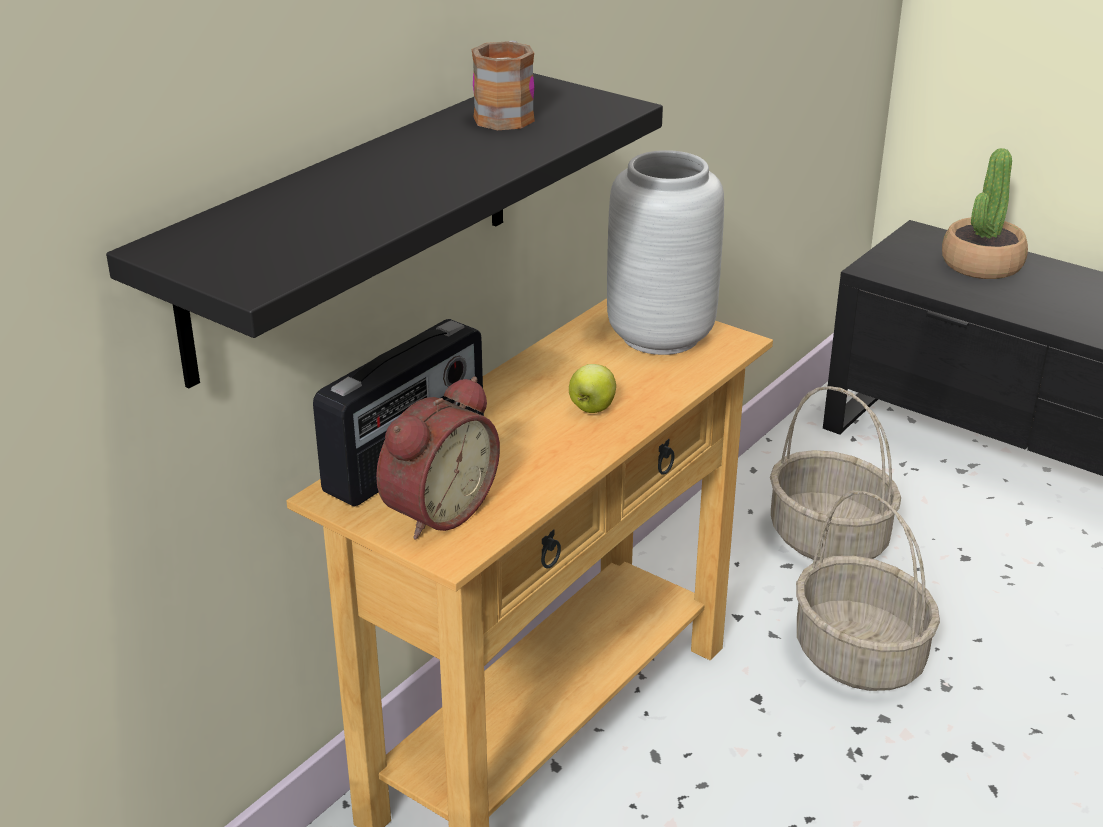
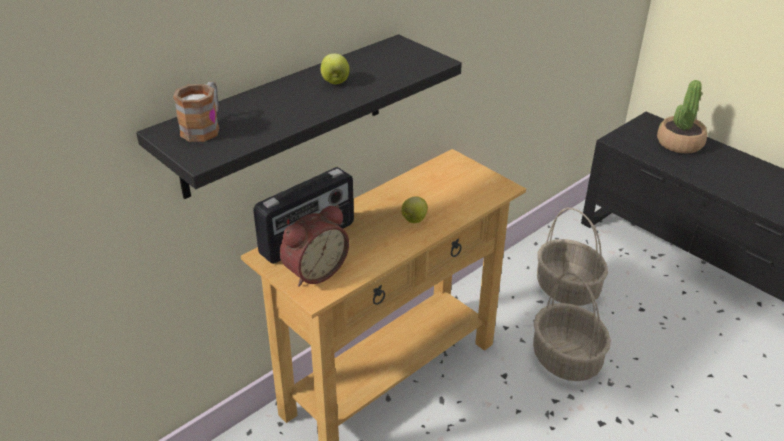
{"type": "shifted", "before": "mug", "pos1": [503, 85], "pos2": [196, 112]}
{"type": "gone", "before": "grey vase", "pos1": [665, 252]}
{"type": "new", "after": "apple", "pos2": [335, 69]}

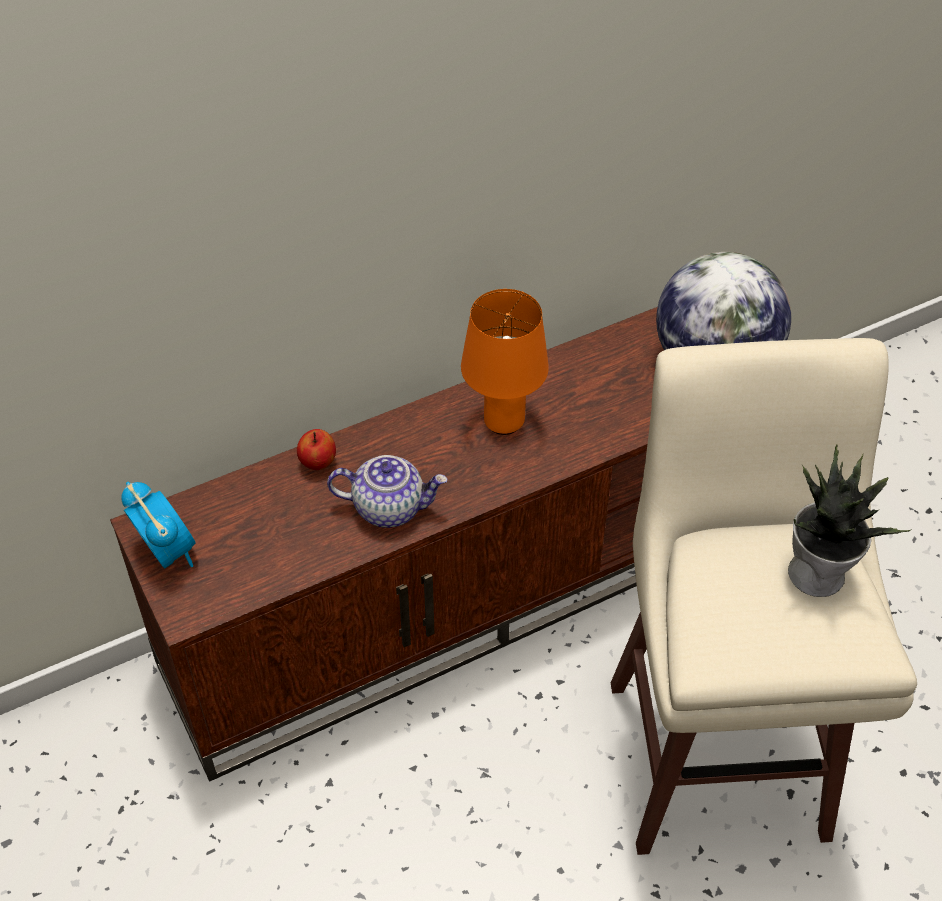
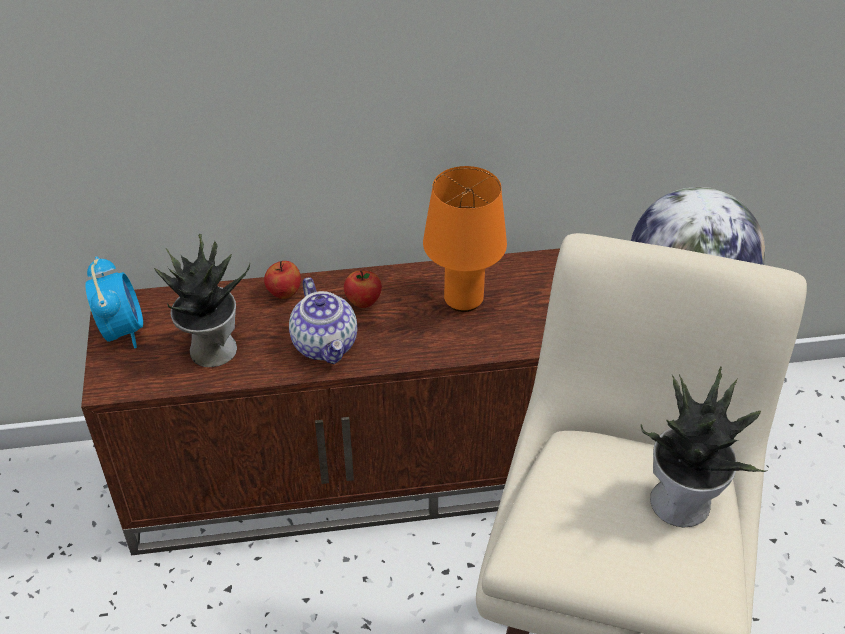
{"type": "rotated", "before": "teapot", "pos1": [387, 491], "pos2": [323, 320], "turn": 45}
{"type": "new", "after": "potted plant", "pos2": [202, 300]}
{"type": "new", "after": "apple", "pos2": [363, 289]}

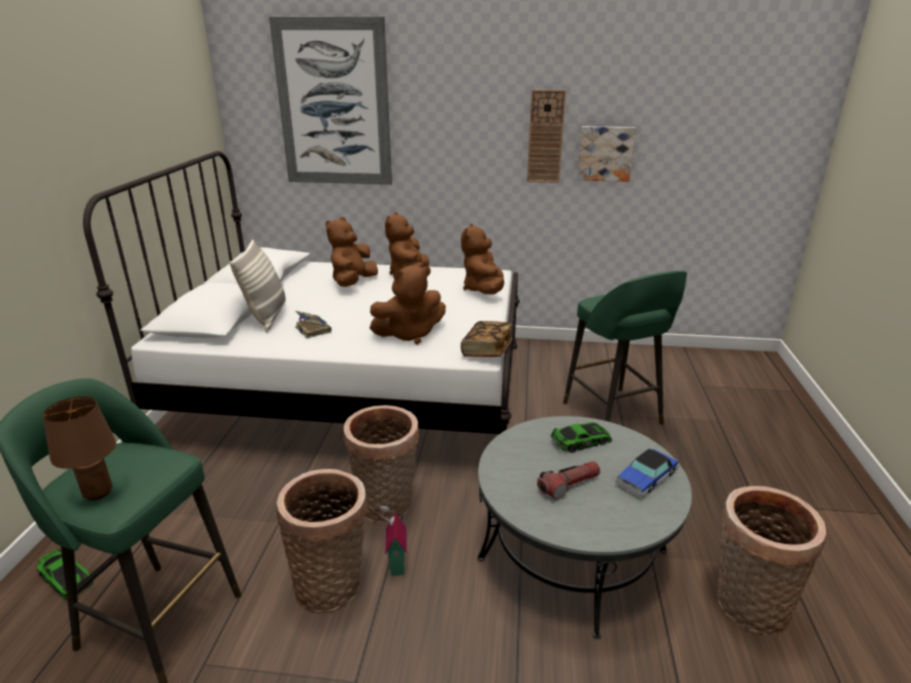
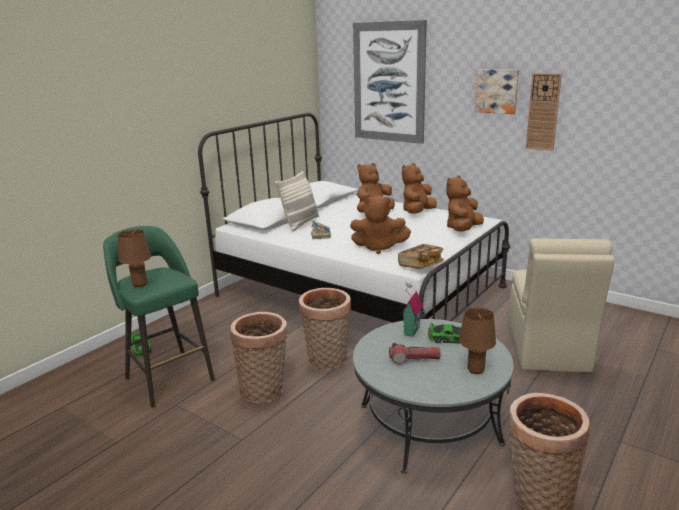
{"type": "shifted", "before": "picture", "pos1": [606, 154], "pos2": [497, 91]}
{"type": "swapped", "before": "green stool", "after": "beige chair", "pos1": [625, 348], "pos2": [561, 305]}
{"type": "swapped", "before": "toy car", "after": "brown table lamp", "pos1": [647, 473], "pos2": [477, 341]}
{"type": "shifted", "before": "toy house", "pos1": [393, 539], "pos2": [412, 309]}

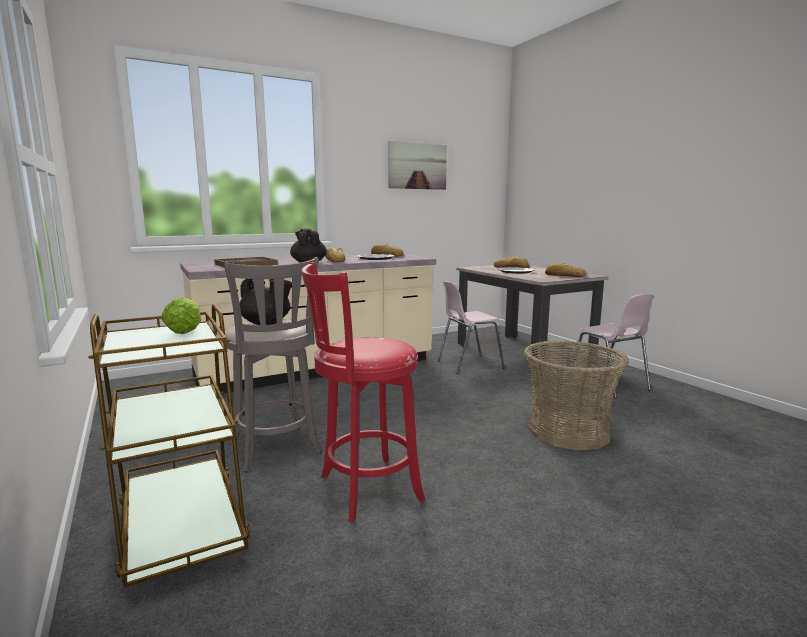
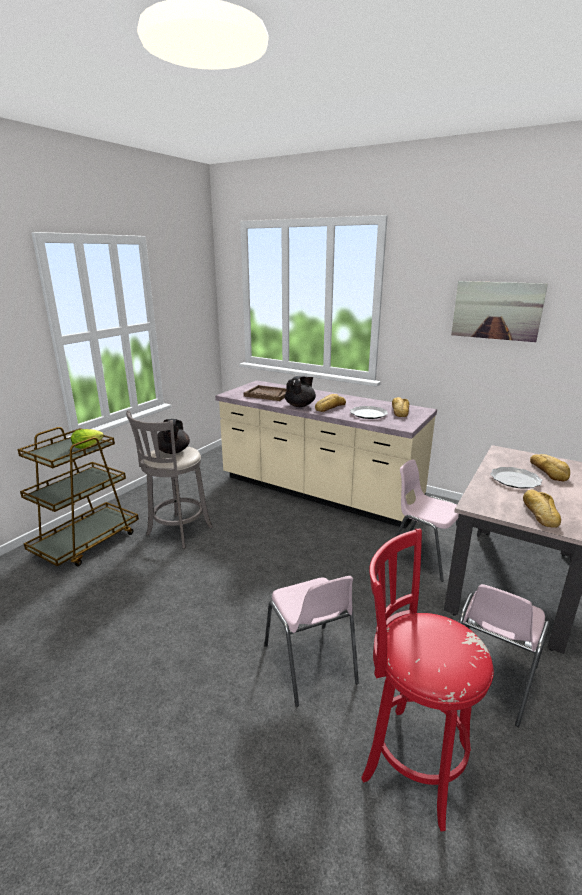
{"type": "shifted", "before": "red stool", "pos1": [363, 392], "pos2": [427, 680]}
{"type": "swapped", "before": "basket", "after": "pink chair", "pos1": [576, 395], "pos2": [311, 641]}

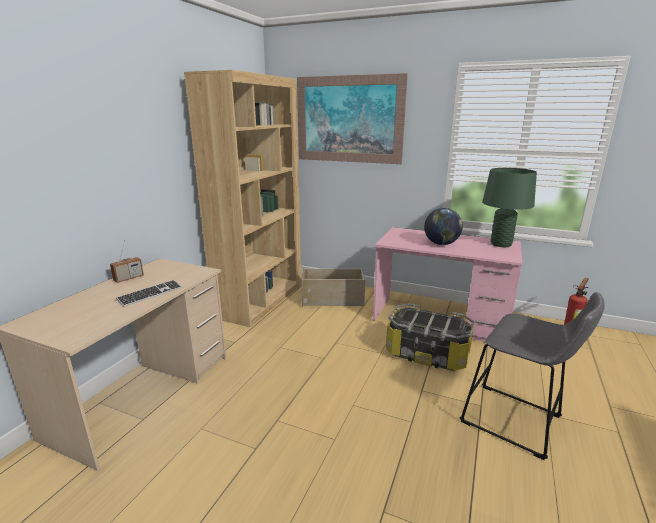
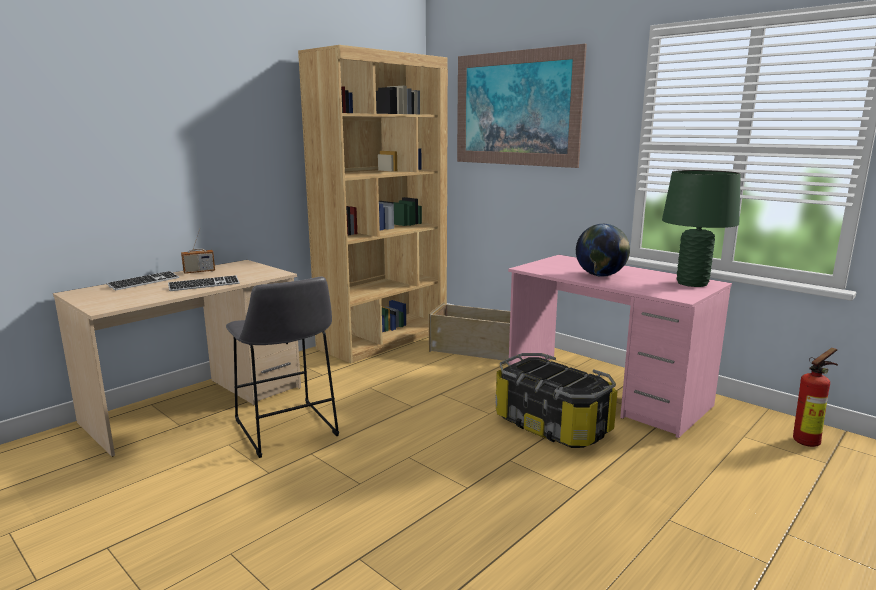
{"type": "shifted", "before": "grey stool", "pos1": [532, 376], "pos2": [282, 367]}
{"type": "new", "after": "keyboard", "pos2": [142, 281]}

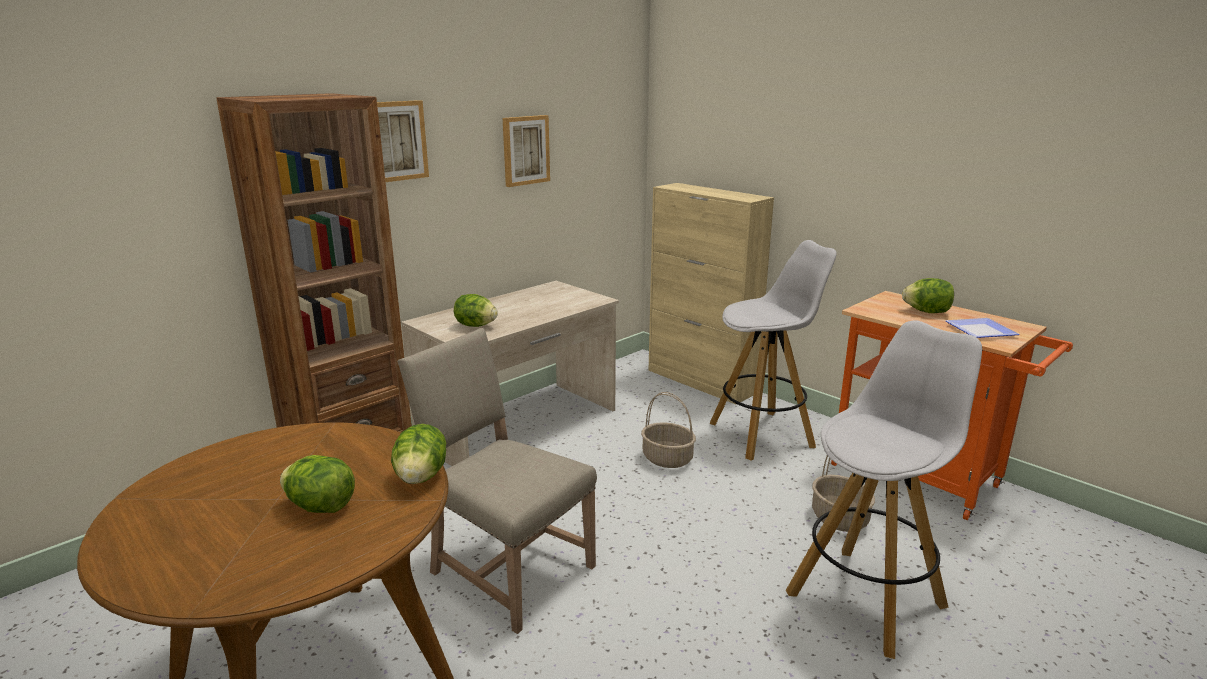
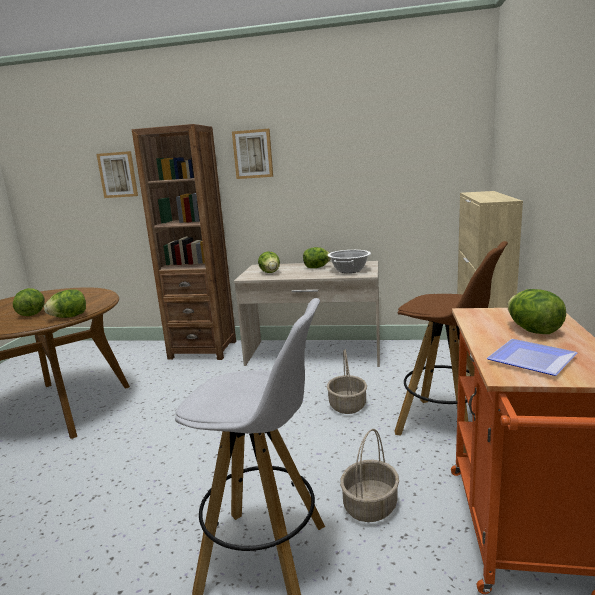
{"type": "shifted", "before": "picture", "pos1": [526, 151], "pos2": [117, 174]}
{"type": "repainted", "before": "white stool", "after": "brown stool", "pos1": [773, 350], "pos2": [451, 347]}
{"type": "gone", "before": "beige chair", "pos1": [497, 481]}
{"type": "new", "after": "lettuce", "pos2": [317, 257]}
{"type": "new", "after": "cooking pot", "pos2": [349, 261]}

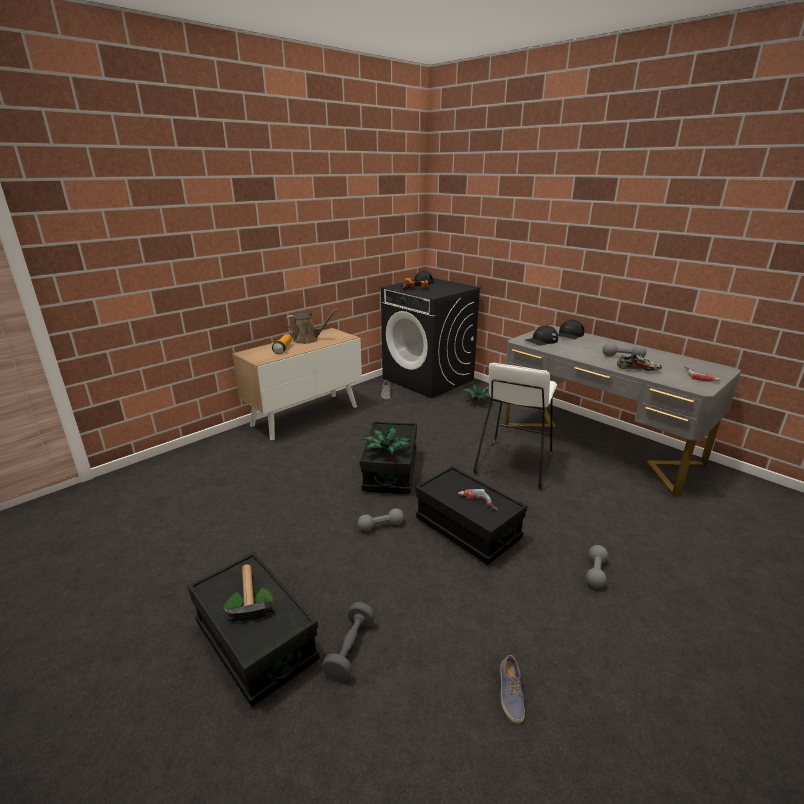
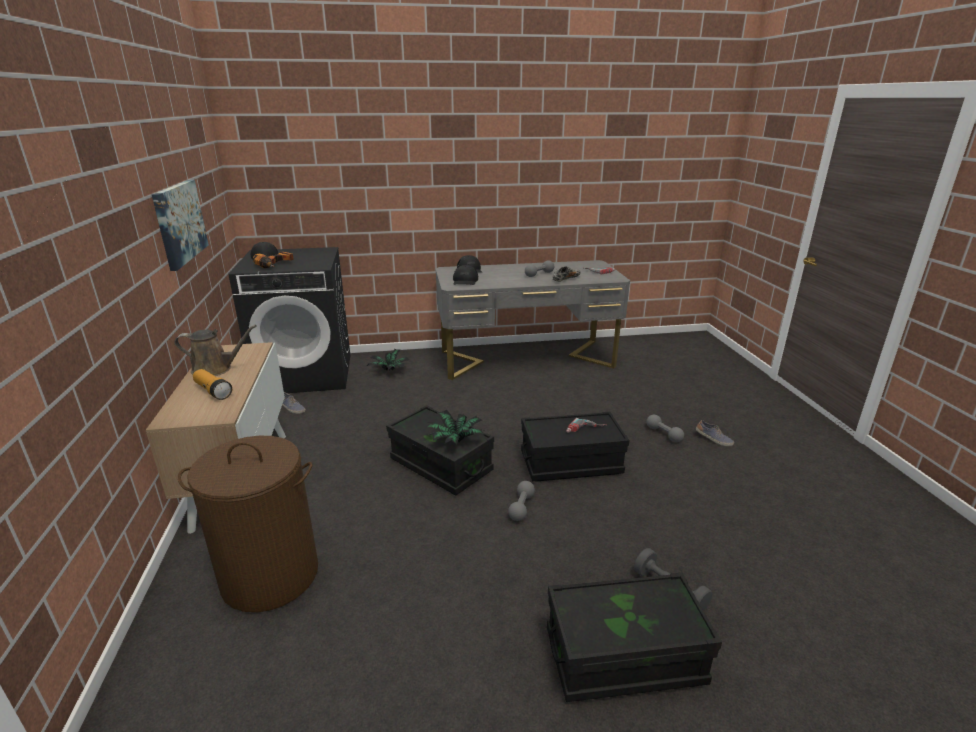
{"type": "rotated", "before": "brown watering can", "pos1": [311, 326], "pos2": [215, 350], "turn": 60}
{"type": "gone", "before": "white stool", "pos1": [515, 426]}
{"type": "gone", "before": "hammer", "pos1": [248, 593]}
{"type": "shifted", "before": "shoe", "pos1": [512, 689], "pos2": [715, 433]}
{"type": "new", "after": "picture", "pos2": [180, 225]}
{"type": "new", "after": "brown laundry basket", "pos2": [248, 524]}

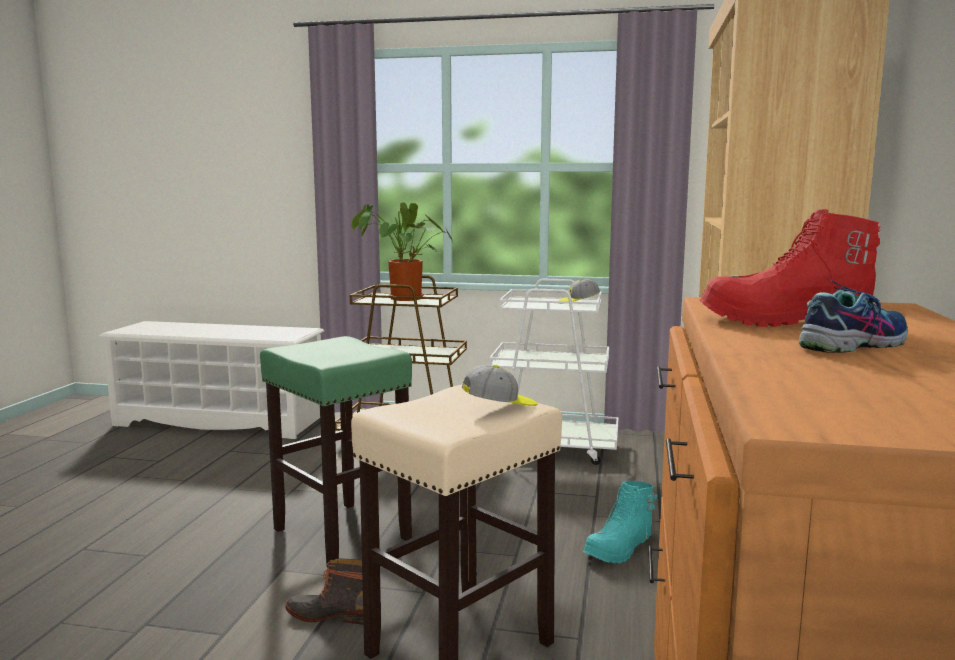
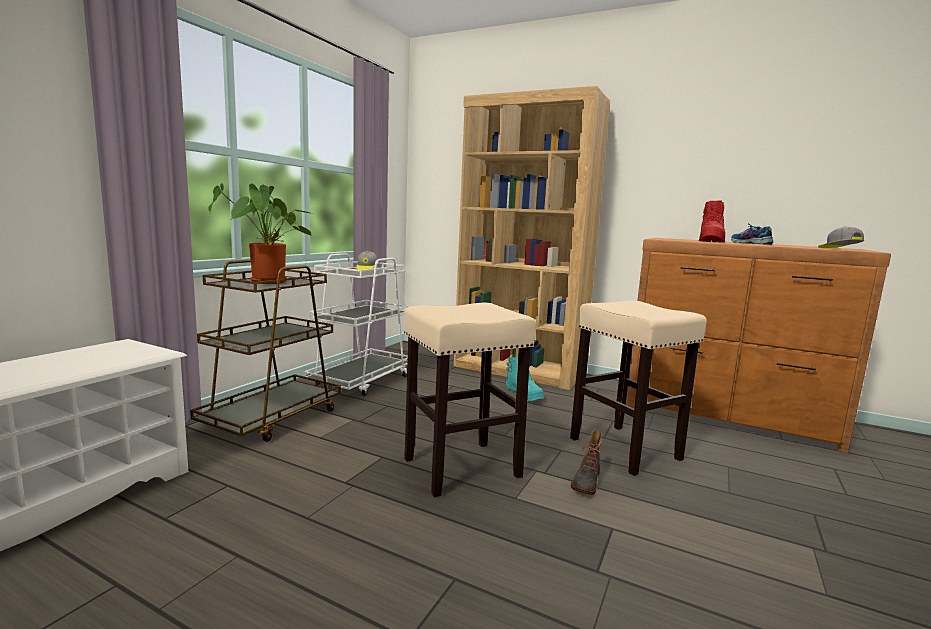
{"type": "repainted", "before": "green stool", "after": "beige stool", "pos1": [336, 451], "pos2": [470, 400]}
{"type": "shifted", "before": "cap", "pos1": [500, 385], "pos2": [841, 237]}

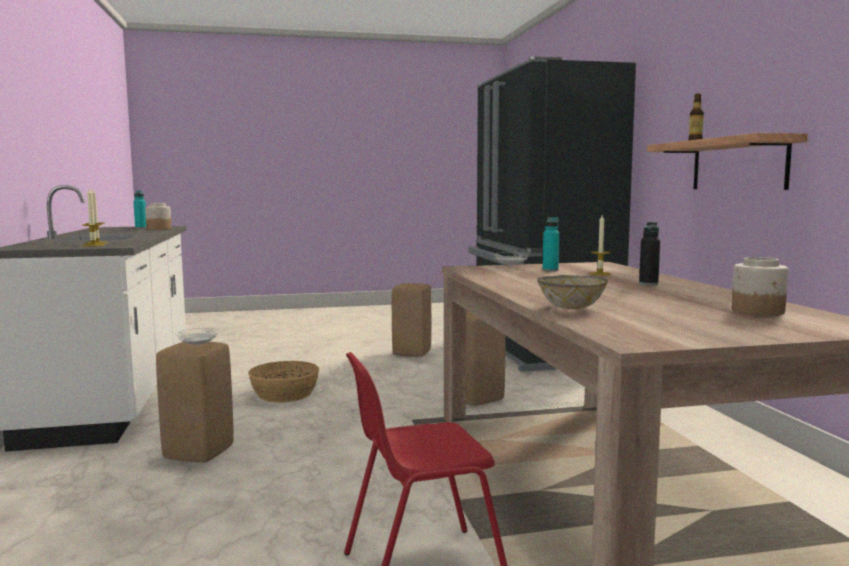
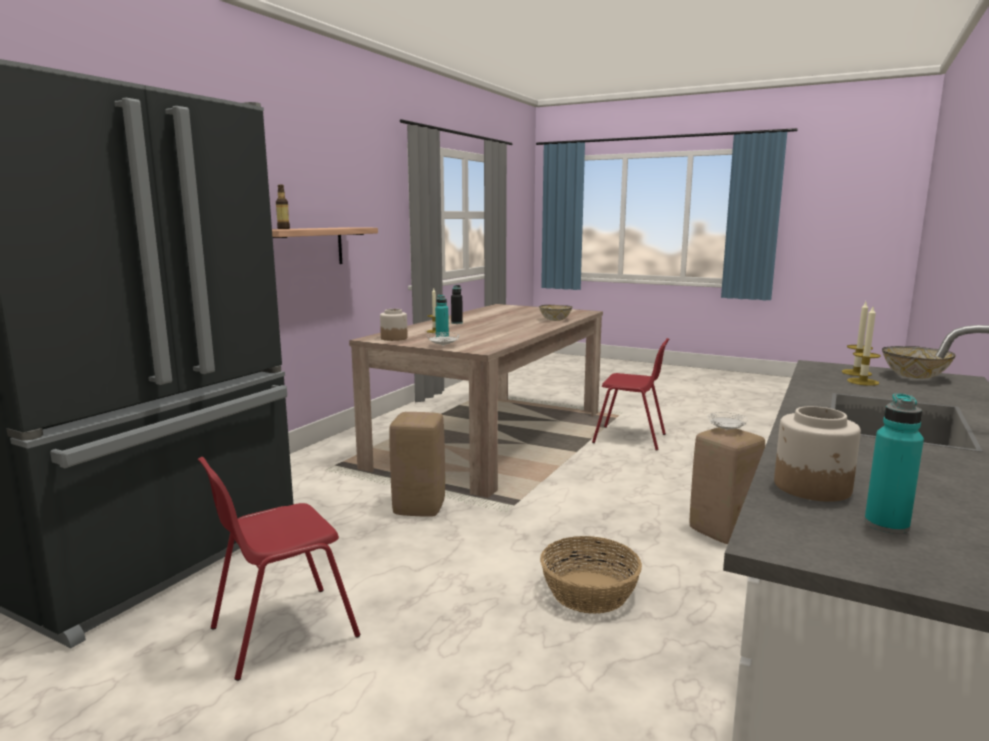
{"type": "shifted", "before": "jar", "pos1": [759, 286], "pos2": [394, 325]}
{"type": "swapped", "before": "beige stool", "after": "red chair", "pos1": [412, 320], "pos2": [279, 569]}
{"type": "new", "after": "bowl", "pos2": [919, 362]}

